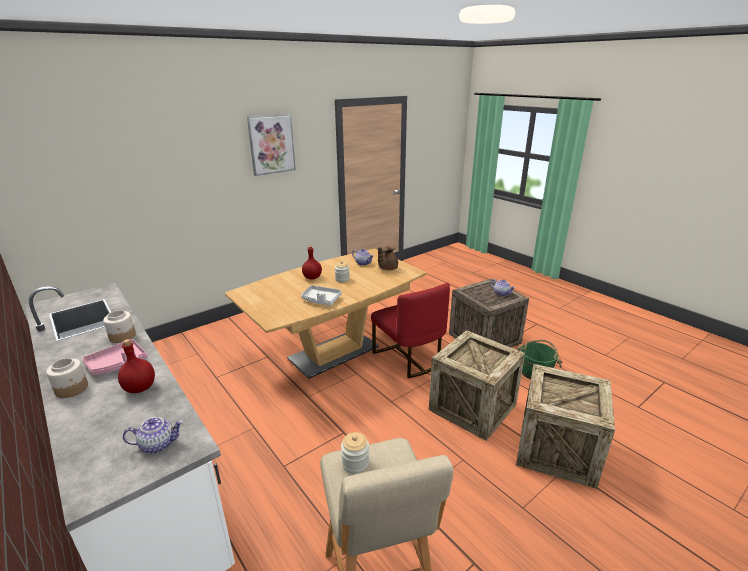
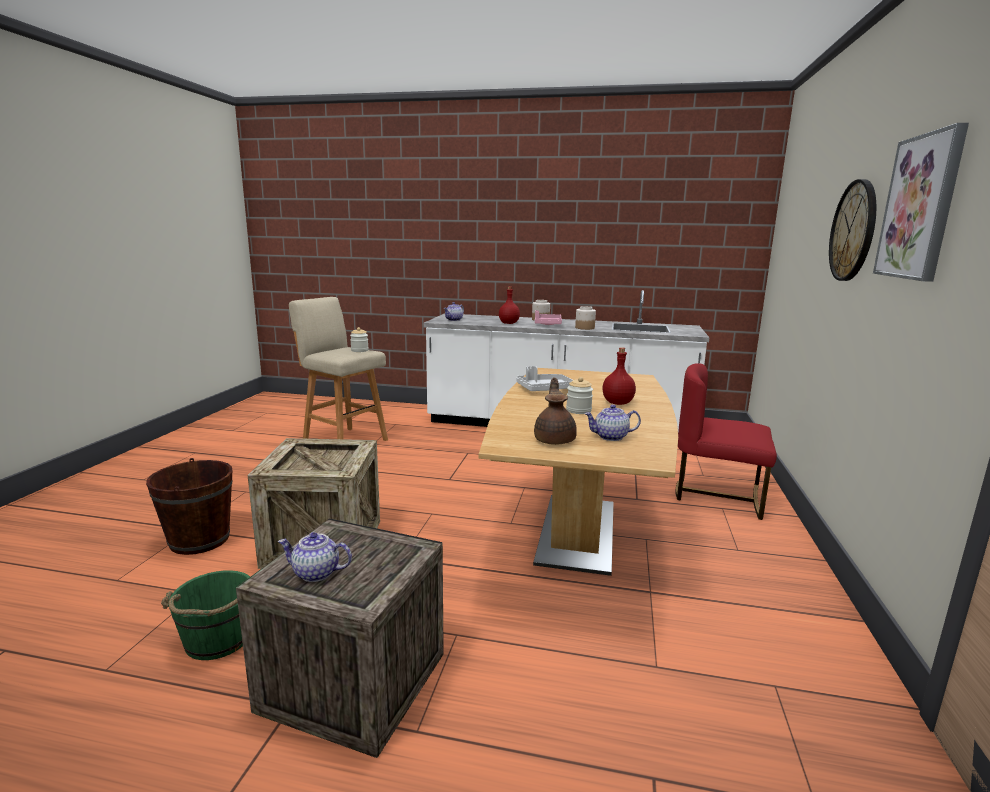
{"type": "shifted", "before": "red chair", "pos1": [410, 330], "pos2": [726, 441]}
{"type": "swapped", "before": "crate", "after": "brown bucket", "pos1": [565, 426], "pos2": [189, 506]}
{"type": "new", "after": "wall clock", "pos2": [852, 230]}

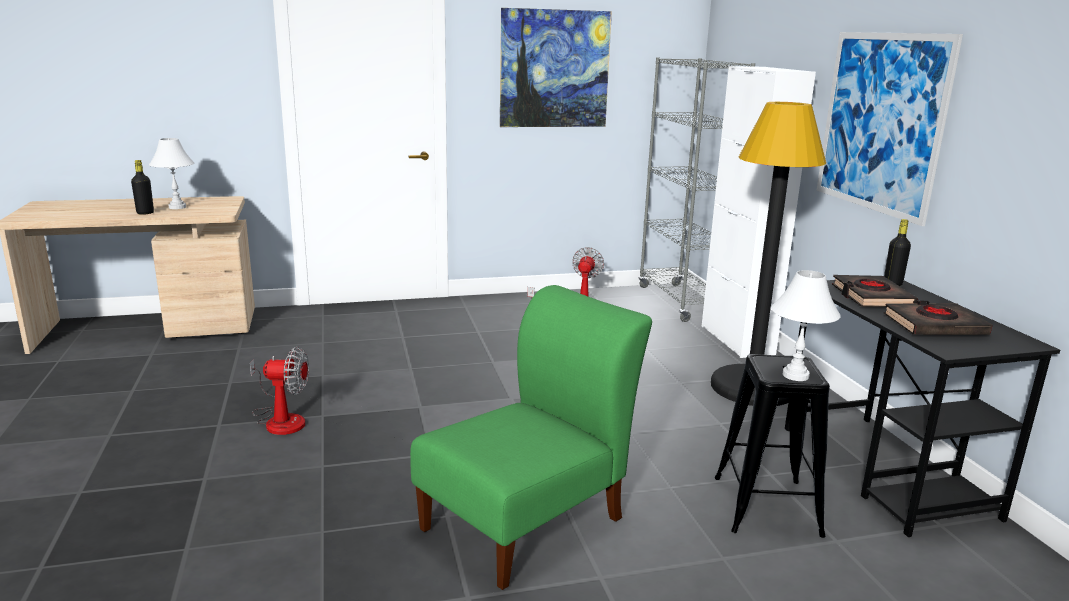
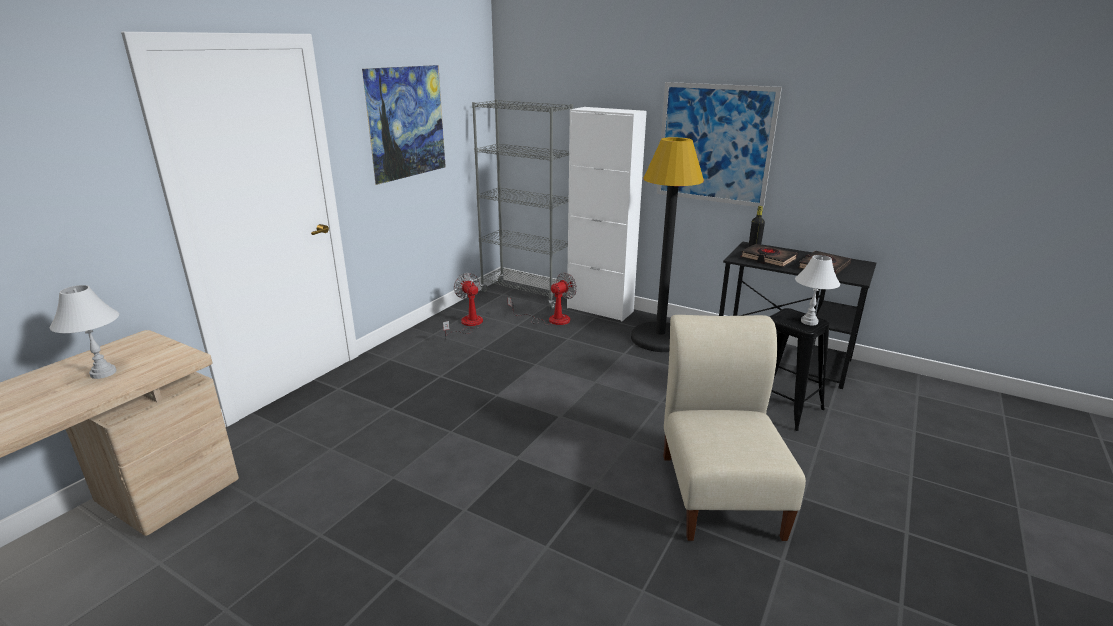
{"type": "gone", "before": "black bottle", "pos1": [142, 187]}
{"type": "repainted", "before": "green chair", "after": "beige chair", "pos1": [531, 437], "pos2": [734, 428]}
{"type": "shifted", "before": "fan", "pos1": [279, 391], "pos2": [542, 298]}

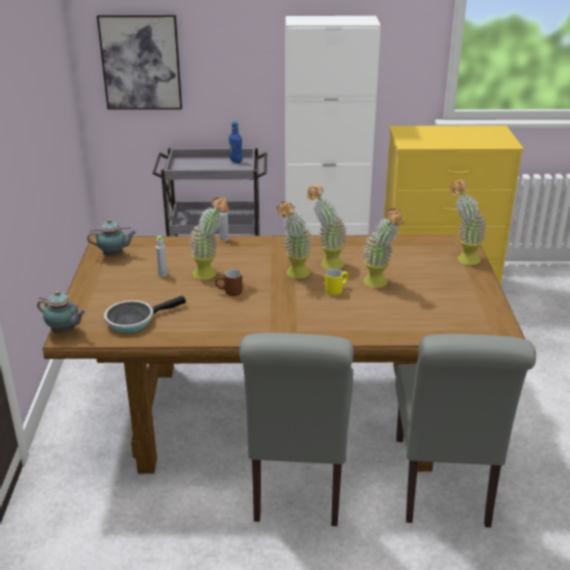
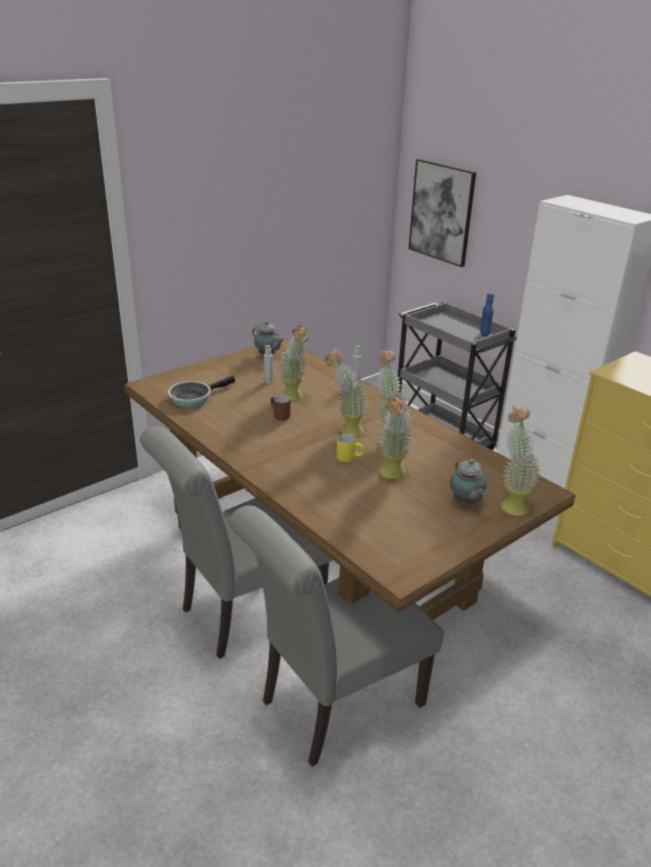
{"type": "shifted", "before": "teapot", "pos1": [61, 312], "pos2": [468, 481]}
{"type": "rotated", "before": "frying pan", "pos1": [145, 314], "pos2": [201, 391], "turn": -60}

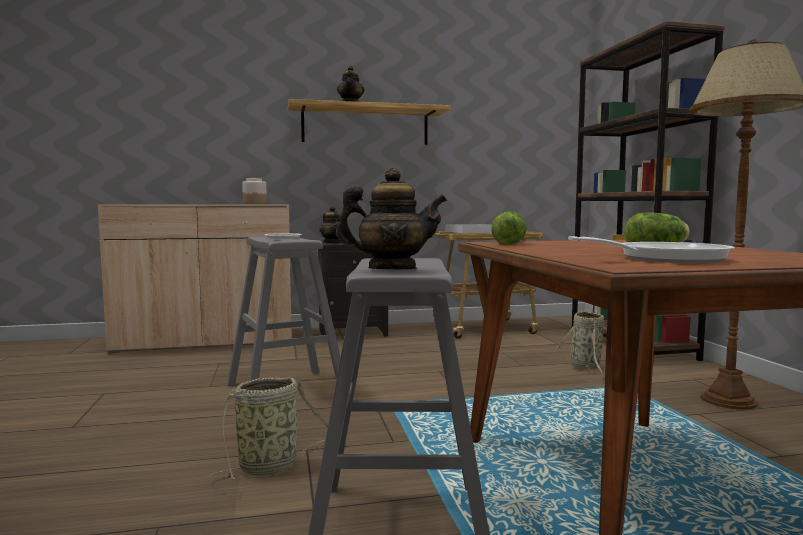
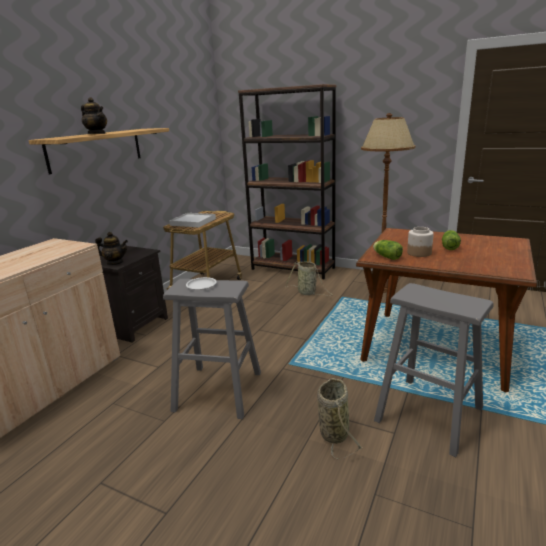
{"type": "gone", "before": "teapot", "pos1": [391, 218]}
{"type": "shifted", "before": "jar", "pos1": [254, 191], "pos2": [420, 242]}
{"type": "gone", "before": "frying pan", "pos1": [651, 249]}

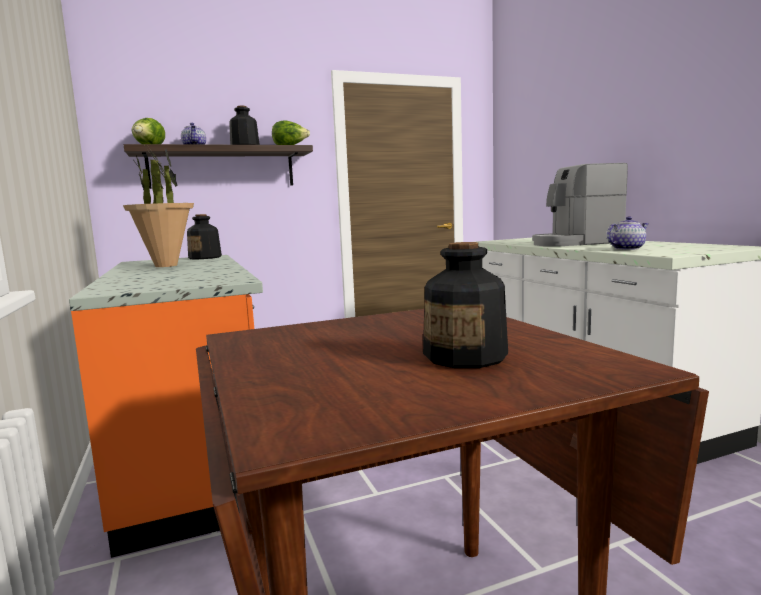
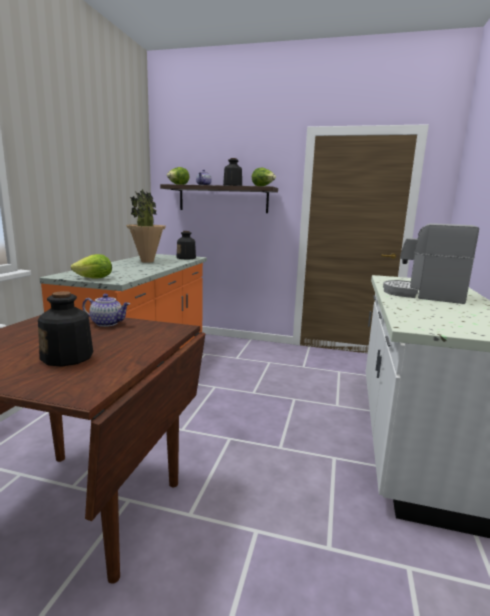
{"type": "shifted", "before": "teapot", "pos1": [627, 233], "pos2": [106, 310]}
{"type": "new", "after": "lettuce", "pos2": [91, 266]}

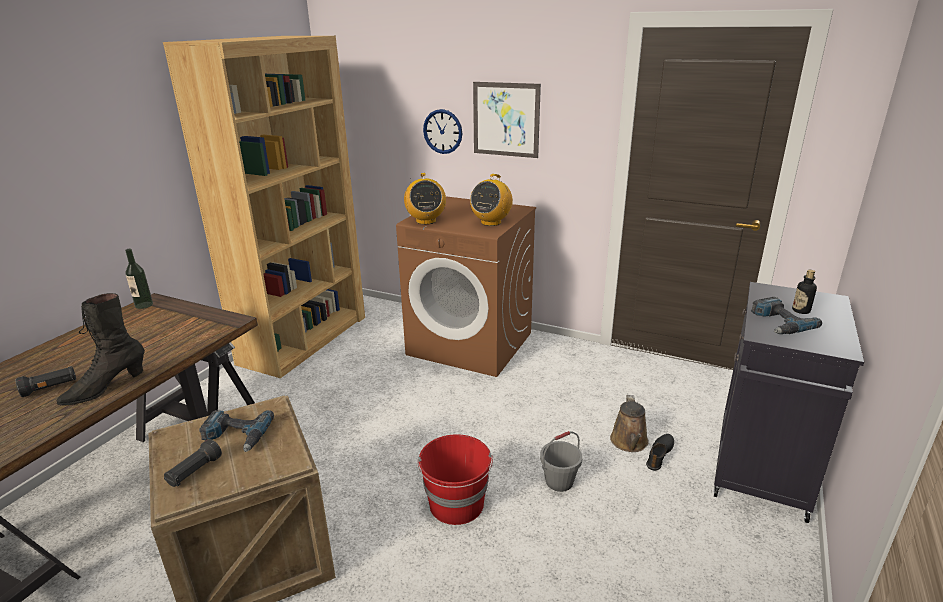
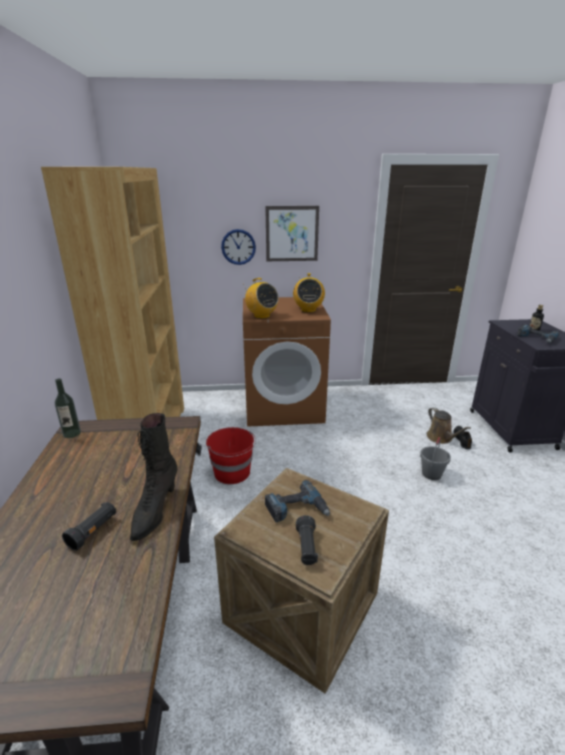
{"type": "shifted", "before": "red bucket", "pos1": [455, 479], "pos2": [231, 455]}

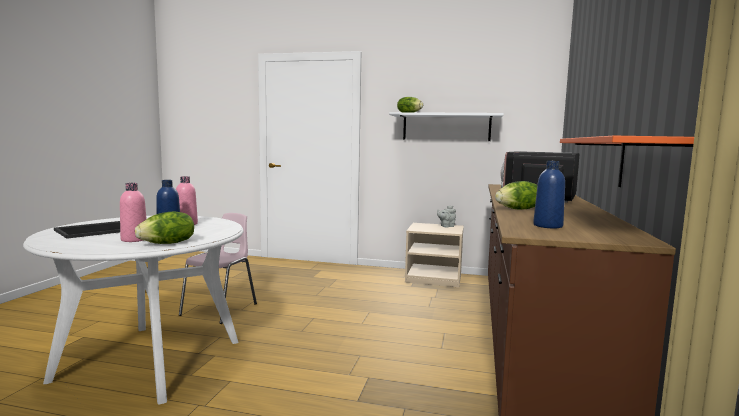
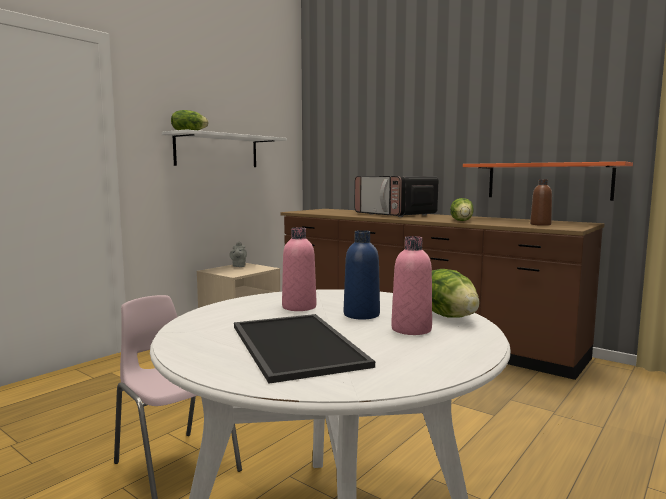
{"type": "repainted", "before": "blue bottle", "after": "brown bottle", "pos1": [549, 194], "pos2": [541, 202]}

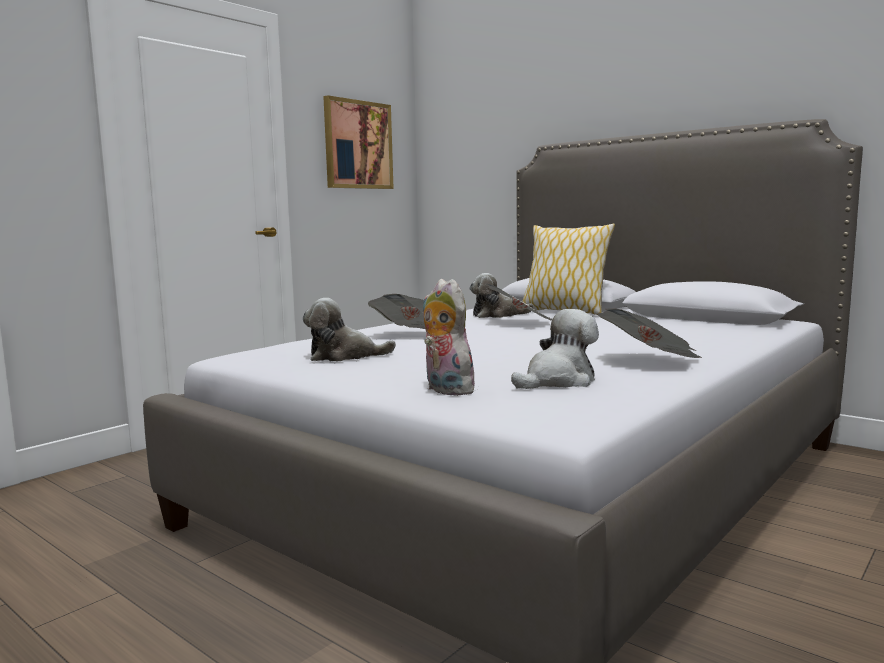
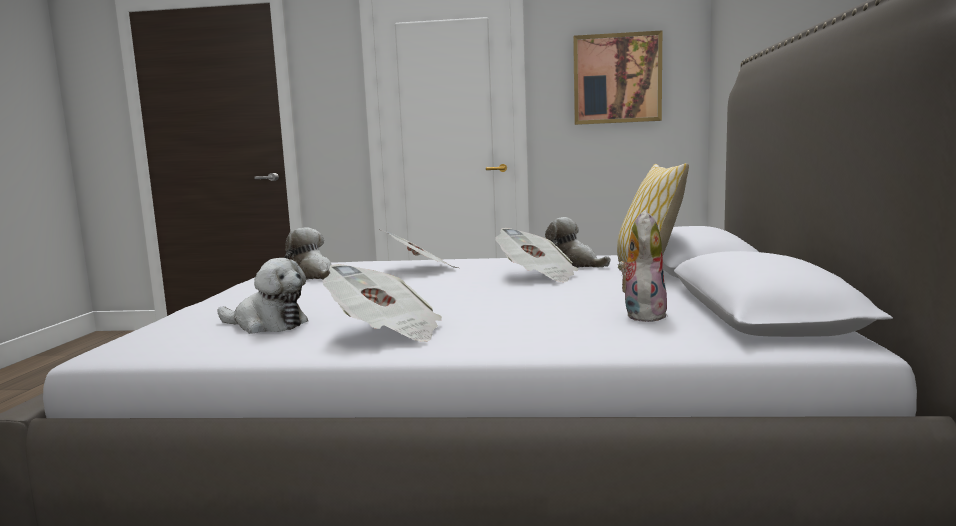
{"type": "shifted", "before": "plush toy", "pos1": [449, 337], "pos2": [643, 266]}

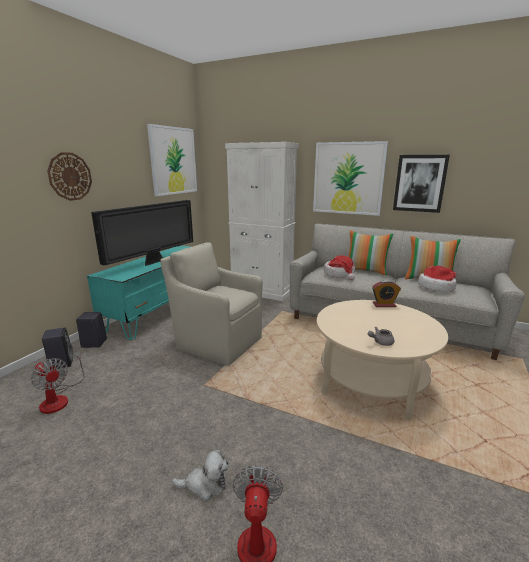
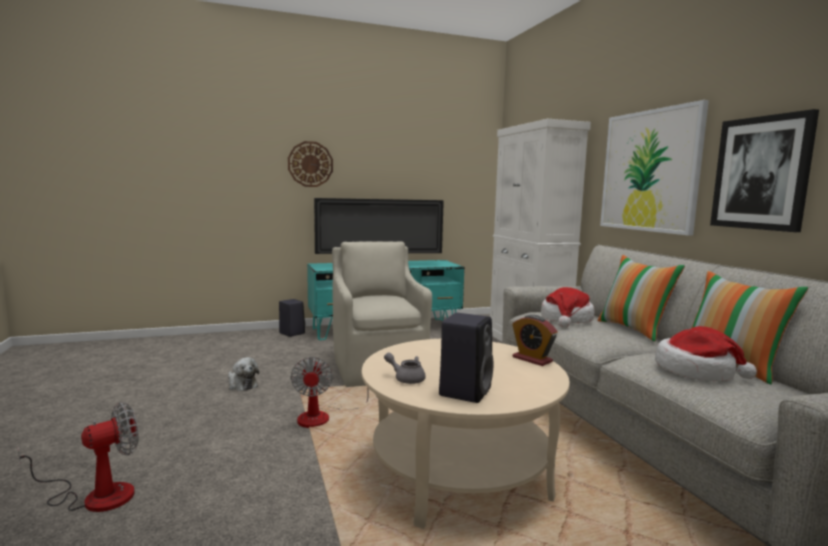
{"type": "gone", "before": "picture", "pos1": [172, 160]}
{"type": "shifted", "before": "black speaker", "pos1": [57, 348], "pos2": [466, 358]}
{"type": "shifted", "before": "fan", "pos1": [57, 382], "pos2": [329, 392]}
{"type": "shifted", "before": "plush toy", "pos1": [200, 475], "pos2": [243, 374]}

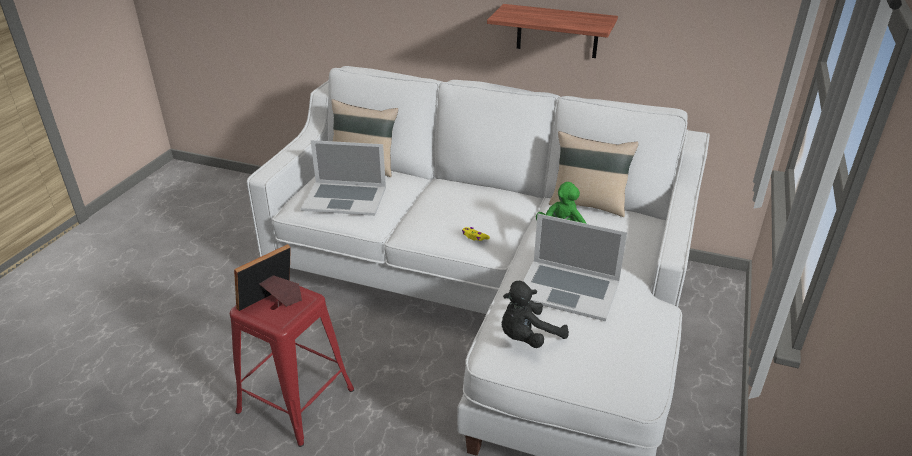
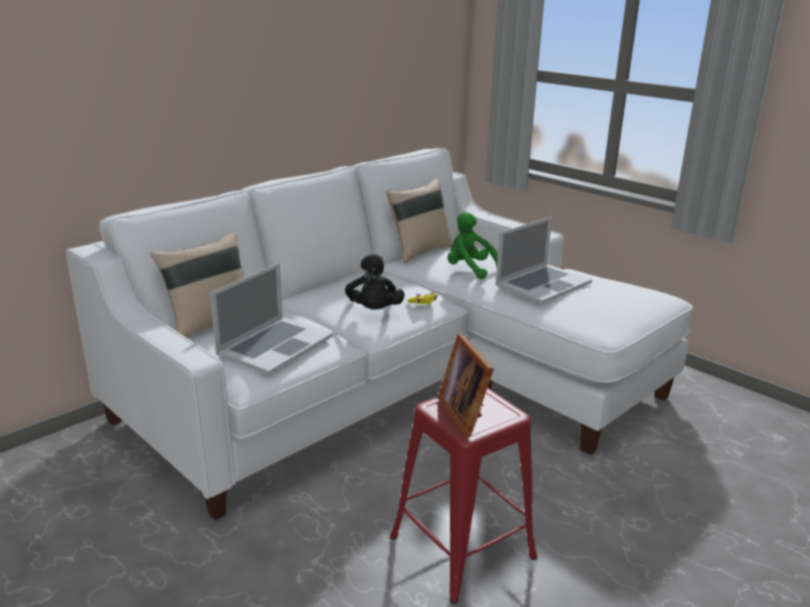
{"type": "gone", "before": "shelf", "pos1": [552, 31]}
{"type": "shifted", "before": "black plush toy", "pos1": [535, 314], "pos2": [375, 282]}

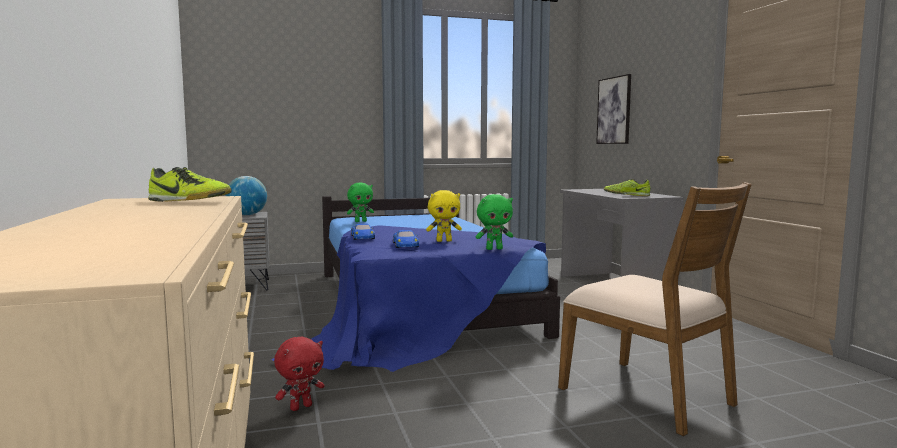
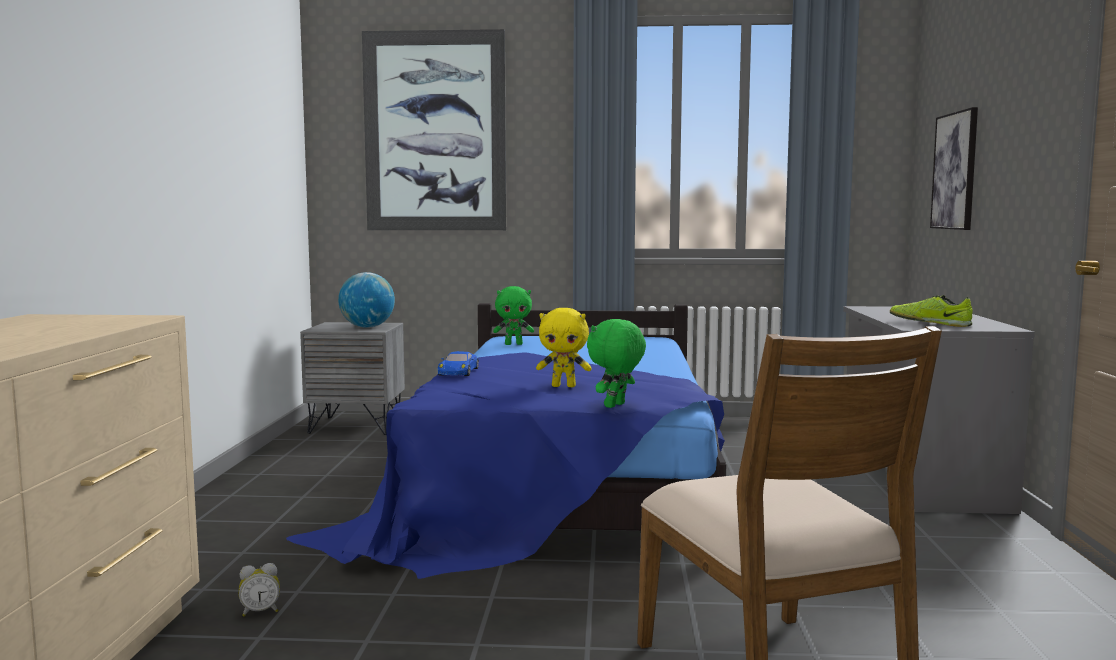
{"type": "gone", "before": "shoe", "pos1": [190, 184]}
{"type": "rotated", "before": "green plush toy", "pos1": [494, 222], "pos2": [616, 363], "turn": 120}
{"type": "gone", "before": "blue toy car", "pos1": [406, 239]}
{"type": "swapped", "before": "red plush toy", "after": "alarm clock", "pos1": [299, 374], "pos2": [259, 590]}
{"type": "new", "after": "picture", "pos2": [434, 129]}

